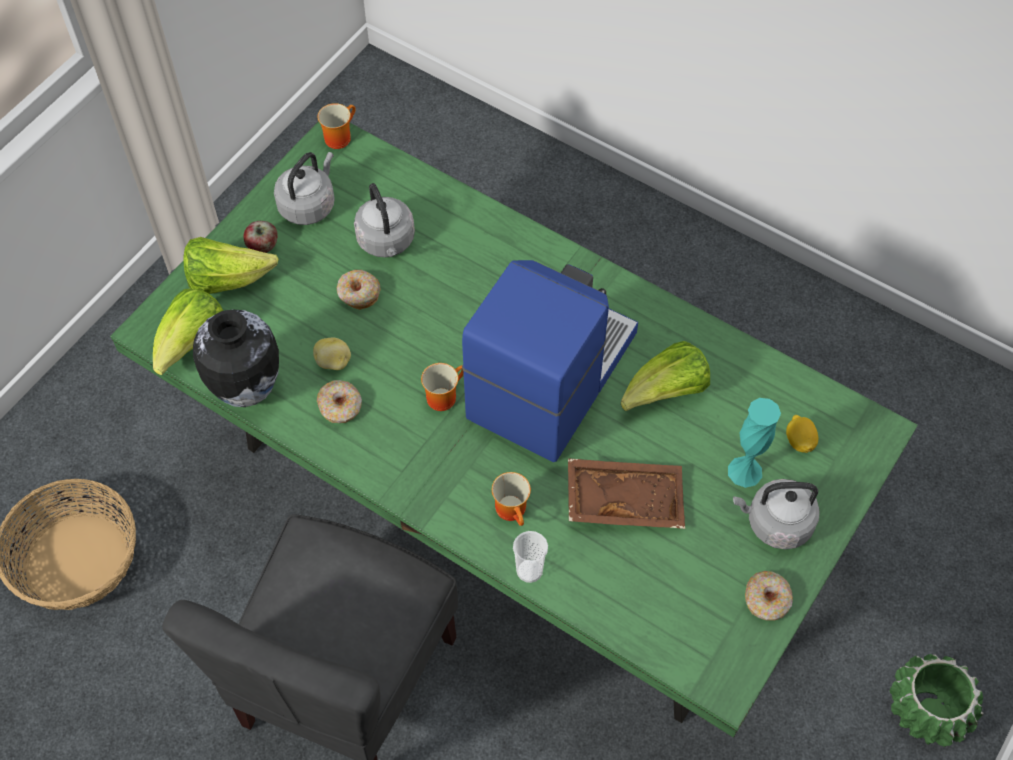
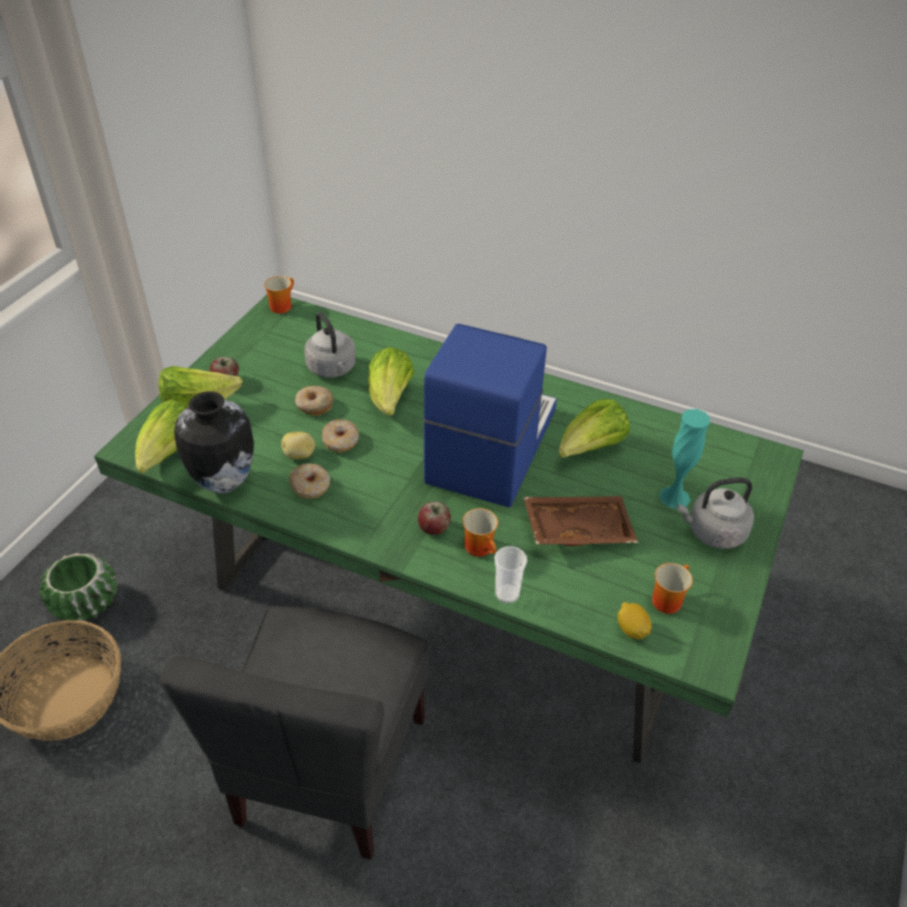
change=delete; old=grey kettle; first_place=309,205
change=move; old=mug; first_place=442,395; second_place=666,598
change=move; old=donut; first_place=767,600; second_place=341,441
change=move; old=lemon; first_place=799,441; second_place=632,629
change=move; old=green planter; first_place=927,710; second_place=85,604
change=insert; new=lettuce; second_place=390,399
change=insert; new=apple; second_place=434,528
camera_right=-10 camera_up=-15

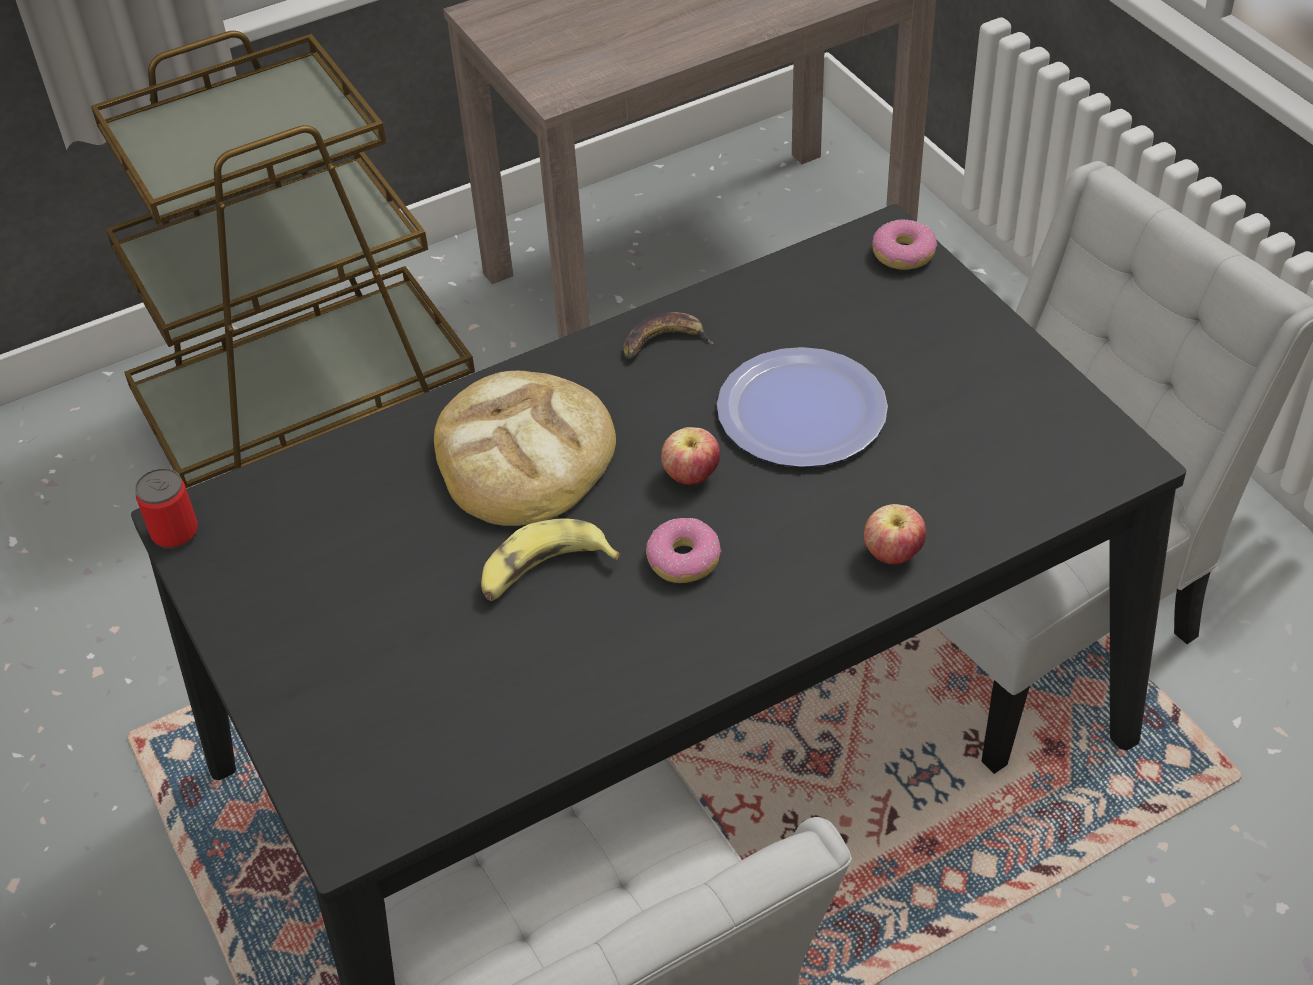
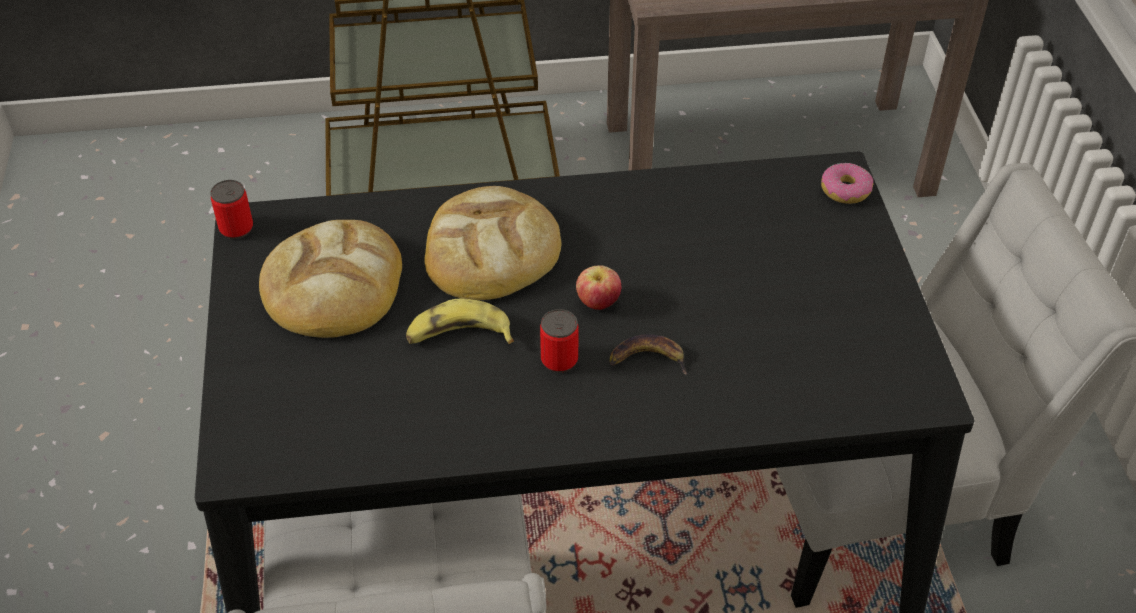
change=move; old=banana; first_place=663,342; second_place=647,359
change=replace; old=donut; new=can; first_place=683,559; second_place=559,360
change=delete; old=plate; first_place=801,411
change=delete; old=apple; first_place=893,554
change=insert; new=bread; second_place=333,285
camera_right=20 camera_up=0

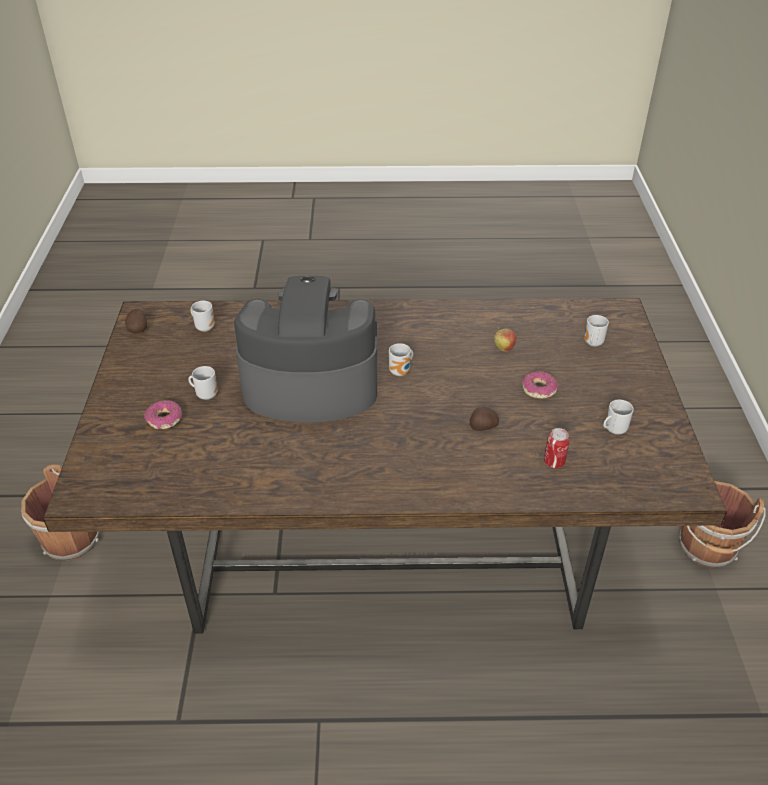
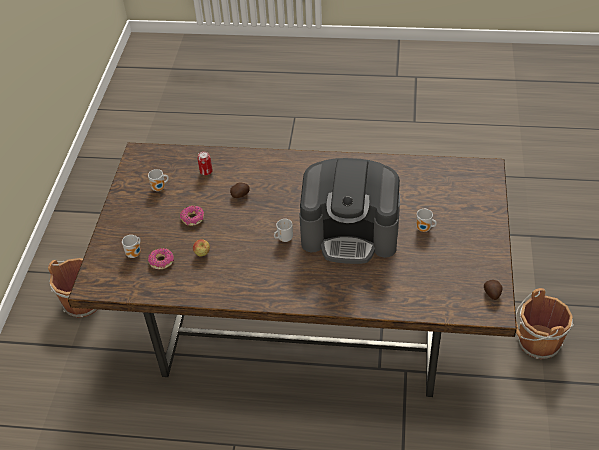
change=move; old=donut; first_place=164,420; second_place=161,261
change=delete; old=mug; first_place=204,327
camera_right=-170 camera_up=5

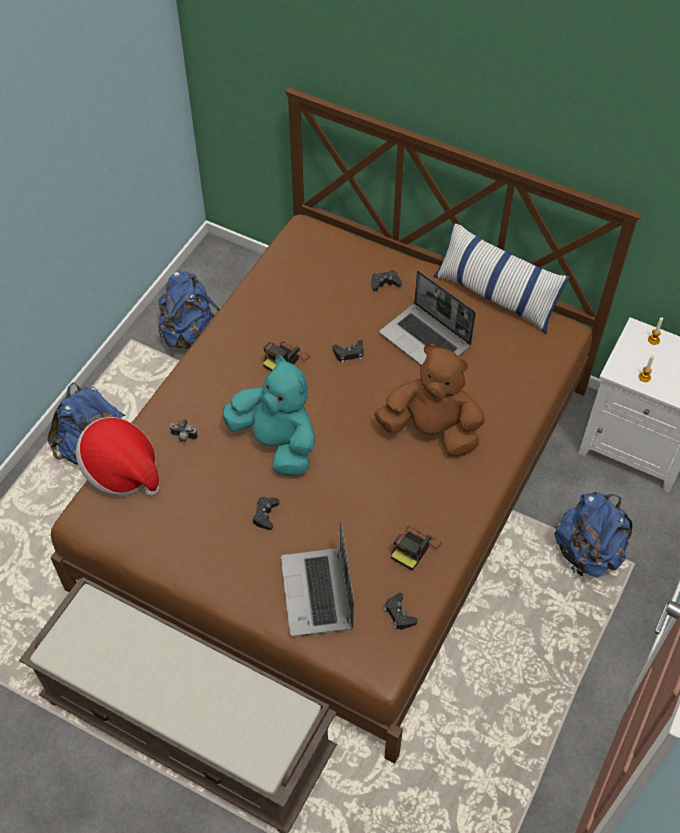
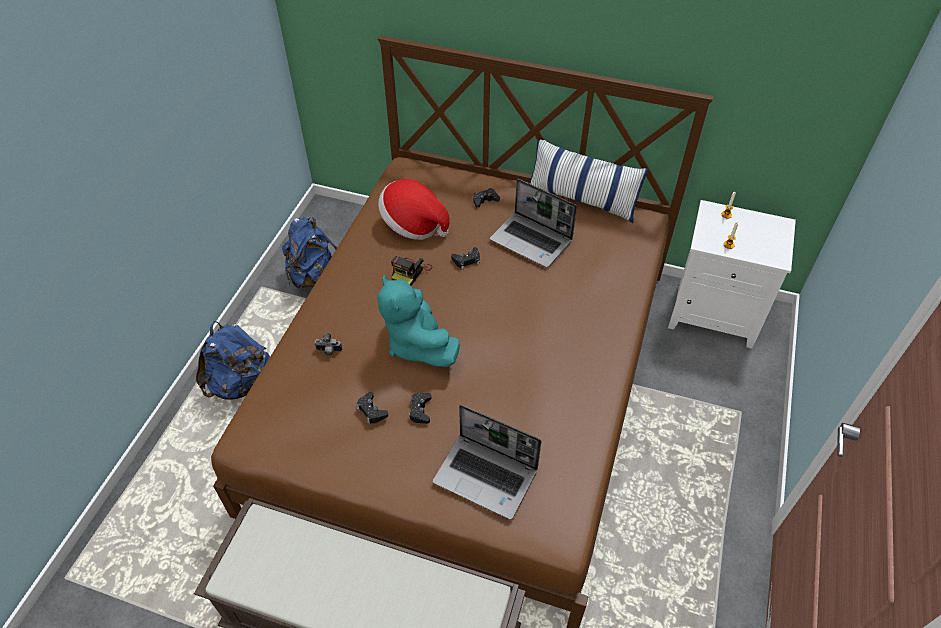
change=move; old=hat; first_place=122,470; second_place=413,224
change=rotate; old=turquoise plush toy; first_place=276,442; second_place=417,344; degrees=-150
change=rotate; old=laptop; first_place=318,594; second_place=487,476; degrees=-45
change=delete; old=brown plush toy; first_place=431,430
change=move; old=black game controller; first_place=399,614; second_place=371,411
change=delete; old=photo camera; first_place=414,548
change=delete; old=blue backpack; first_place=587,552
camera_right=-10 camera_up=-5

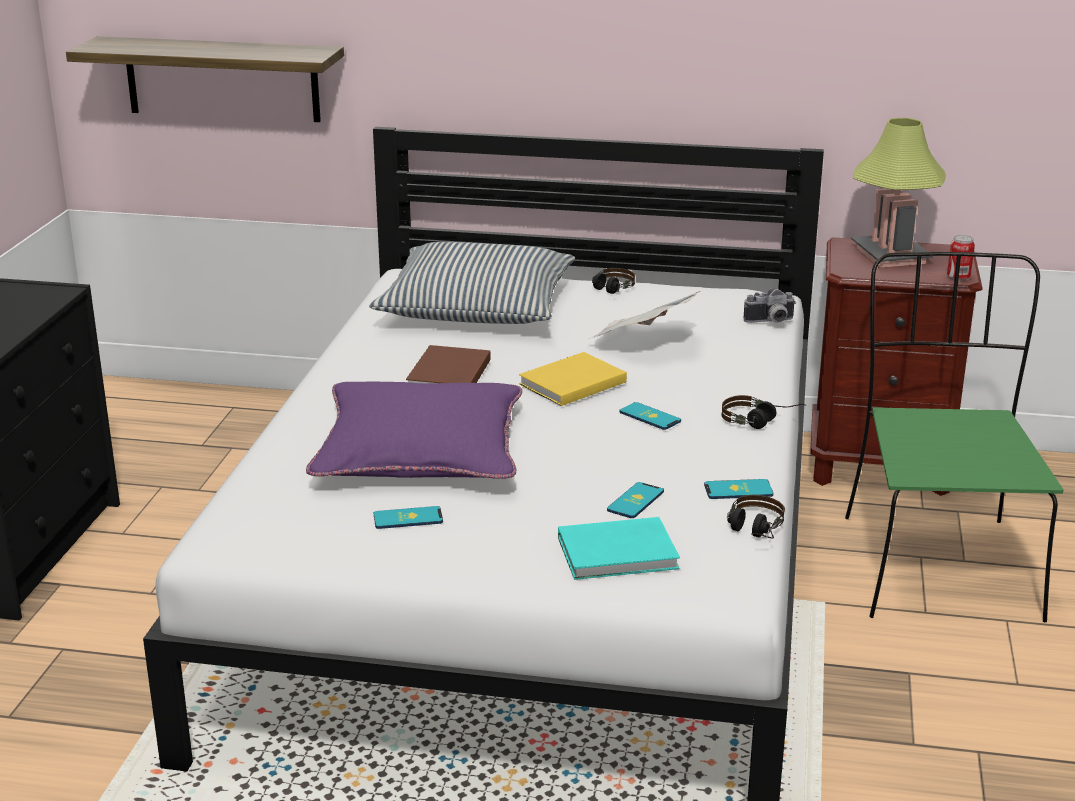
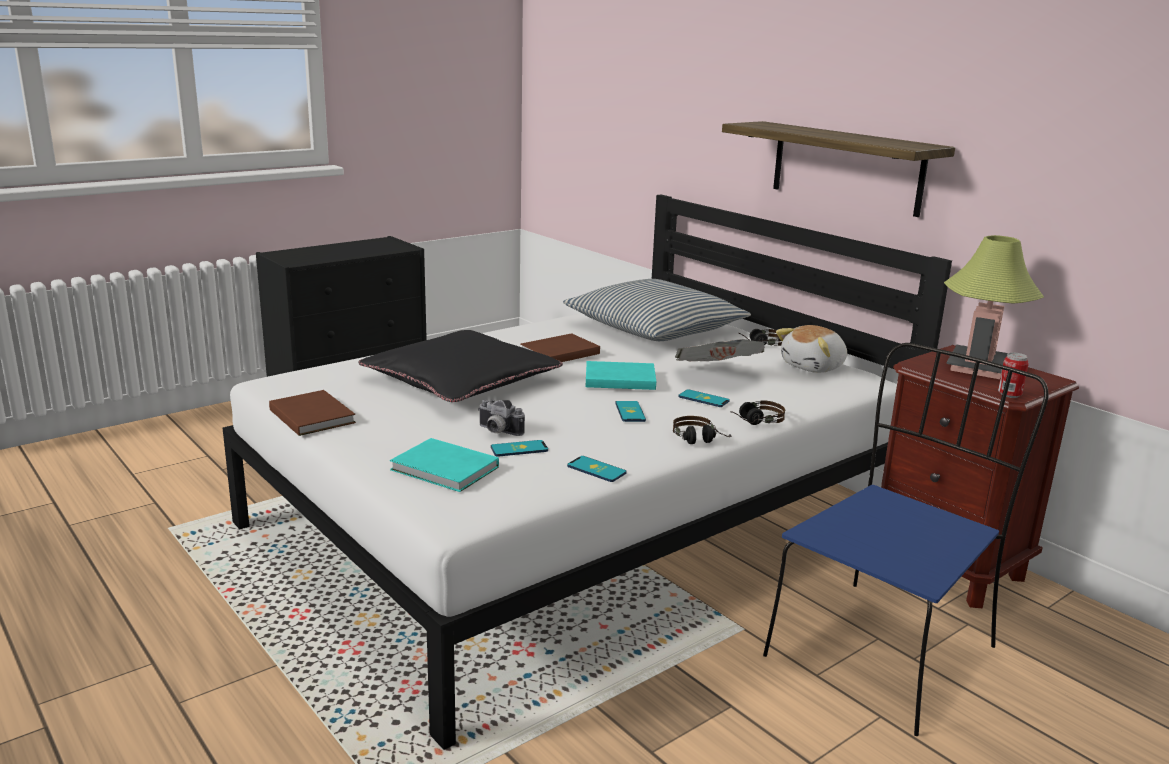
change=move; old=shelf; first_place=222,79; second_place=846,167
change=recolor; old=purple pillow; new=black pillow; first_place=420,450; second_place=461,380
change=move; old=phone; first_place=408,518; second_place=703,399
change=recolor; old=yellow book; new=turquoise book; first_place=569,383; second_place=618,378
change=move; old=headphones; first_place=752,532; second_place=753,422
change=move; old=photo camera; first_place=770,322; second_place=497,431
change=recolor; old=green chair; new=blue chair; first_place=937,564; second_place=883,649
change=insert; new=brown book; second_place=312,415
change=insert; new=plush toy; second_place=814,367
camera_right=40 camera_up=-5

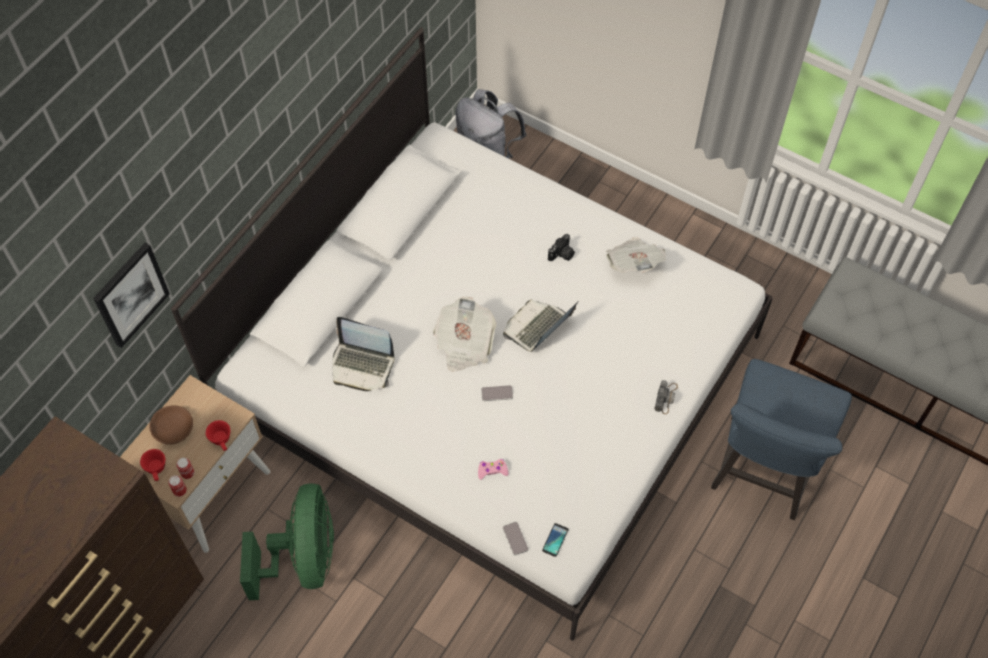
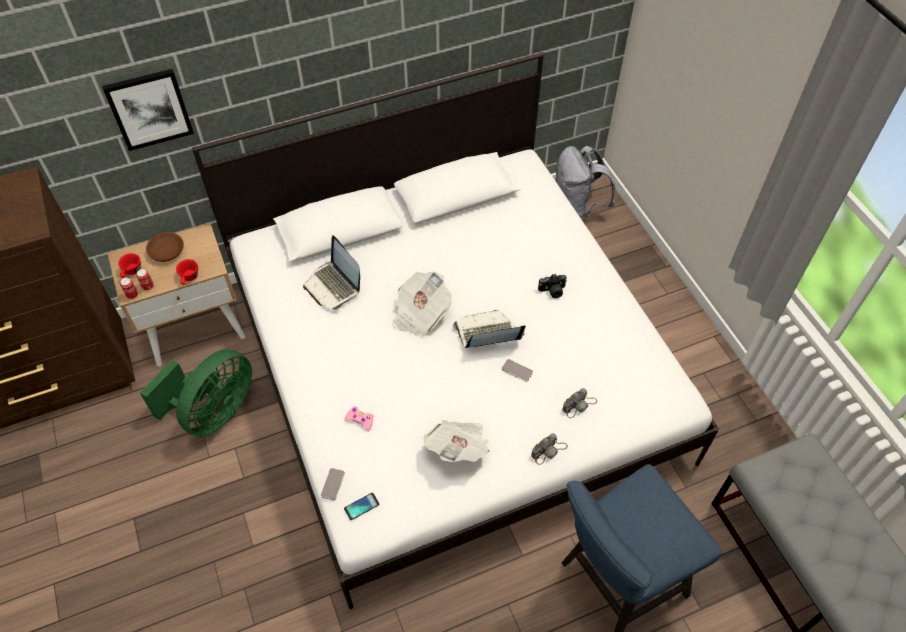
change=move; old=phone; first_place=497,393; second_place=517,370
change=move; old=newspaper; first_place=634,264; second_place=459,448
change=insert; new=photo camera; second_place=579,405
camera_right=35 camera_up=-5

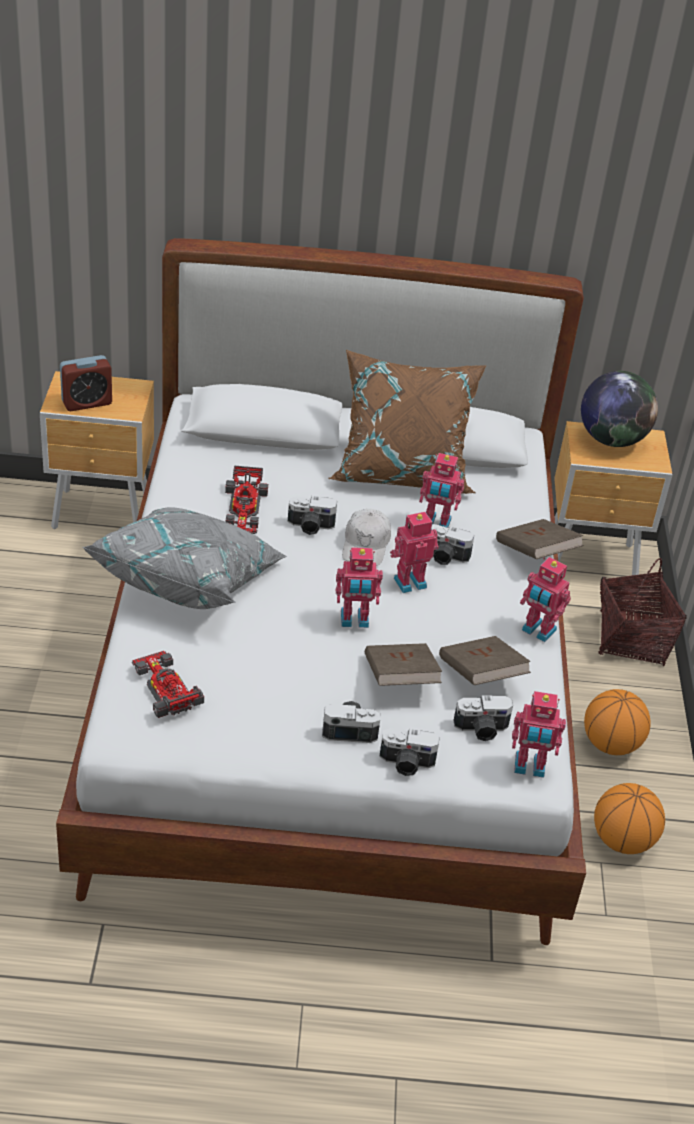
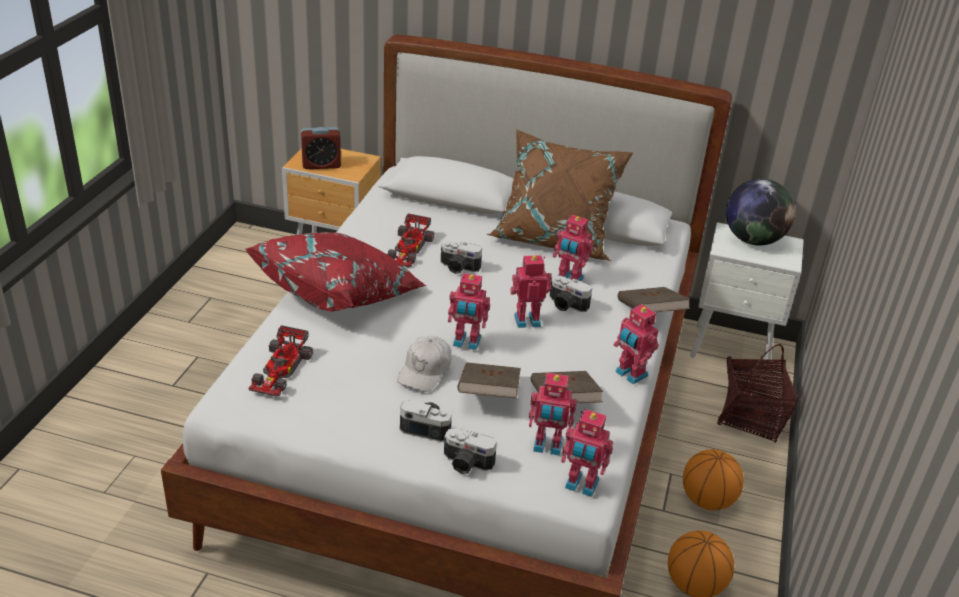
change=recolor; old=grey pillow; new=red pillow; first_place=189,580; second_place=339,293
change=rotate; old=toy car; first_place=165,687; second_place=280,369; degrees=-150
change=move; old=white cap; first_place=366,545; second_place=425,371
change=replace; old=photo camera; new=toy robot; first_place=481,729; second_place=547,447
change=recolor; old=brown nightstand; new=white nightstand; first_place=593,562; second_place=733,351
camera_right=15 camera_up=-5

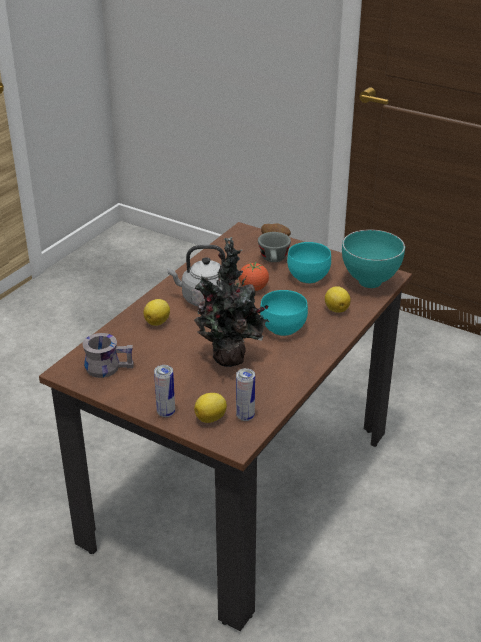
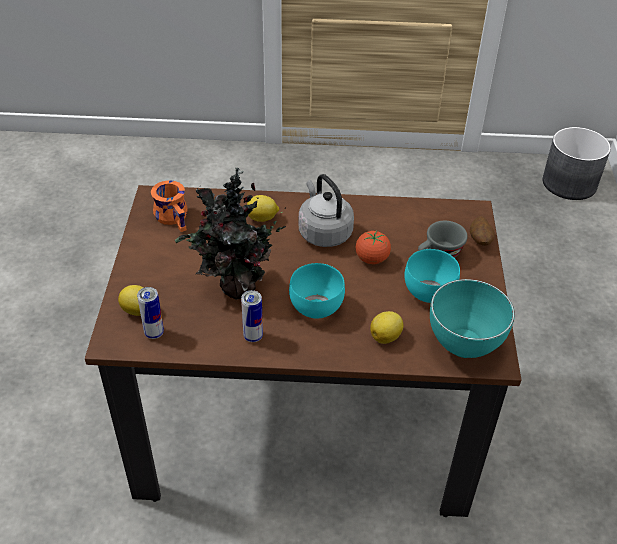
change=recolor; old=grey mug; new=orange mug; first_place=108,366; second_place=175,216
change=move; old=can; first_place=166,412; second_place=253,336
change=insert; new=grey planter; second_place=570,183
camera_right=60 camera_up=10

